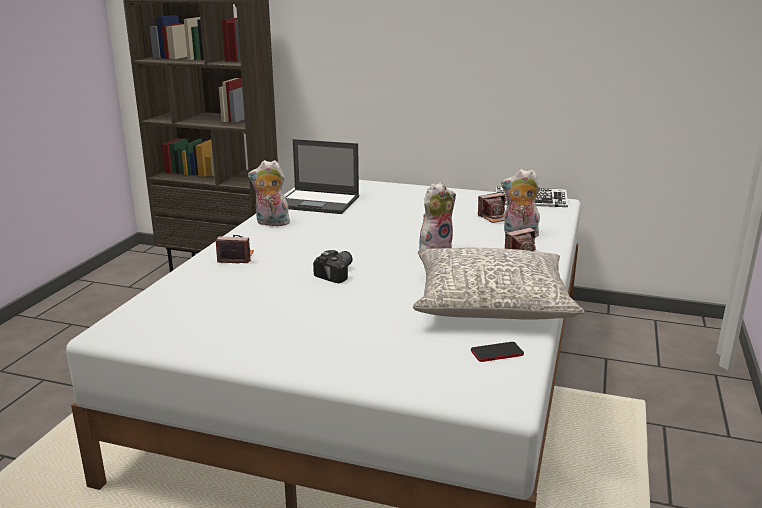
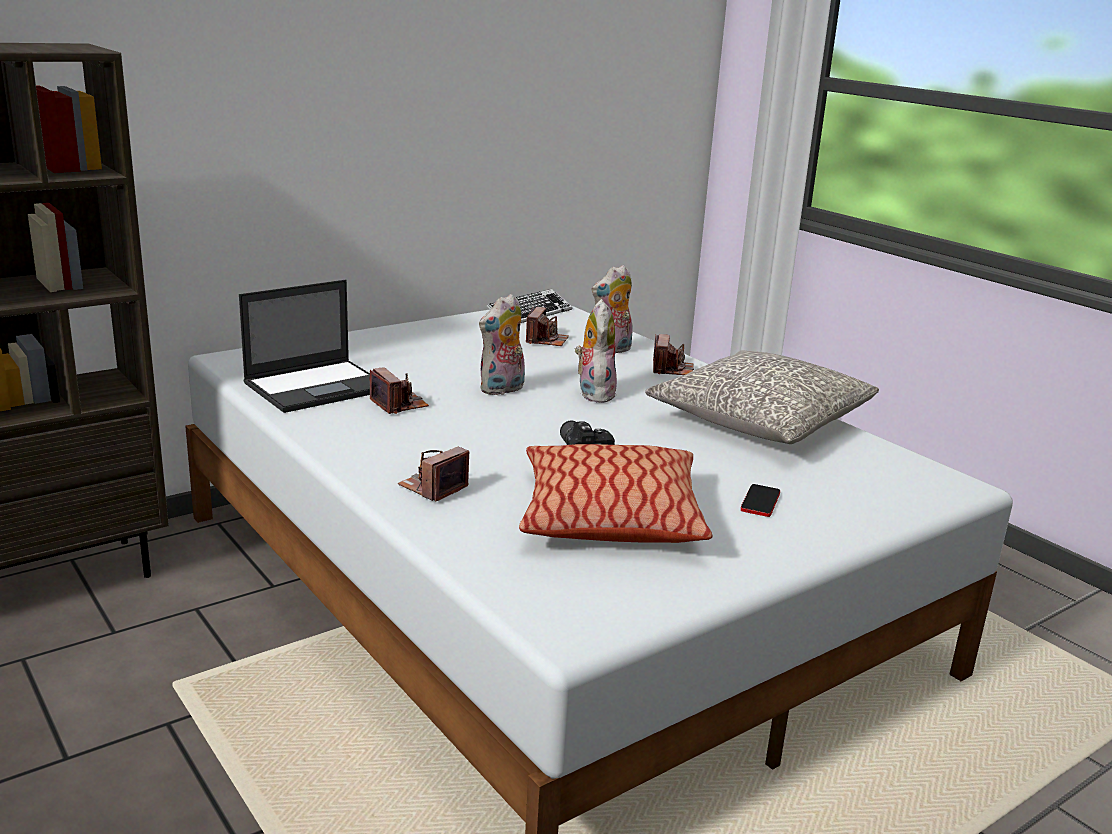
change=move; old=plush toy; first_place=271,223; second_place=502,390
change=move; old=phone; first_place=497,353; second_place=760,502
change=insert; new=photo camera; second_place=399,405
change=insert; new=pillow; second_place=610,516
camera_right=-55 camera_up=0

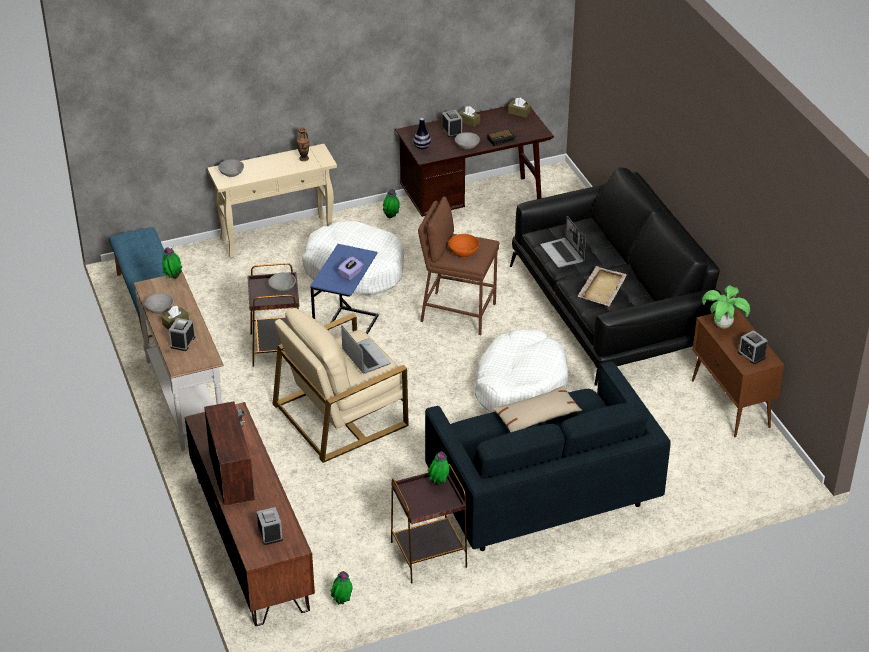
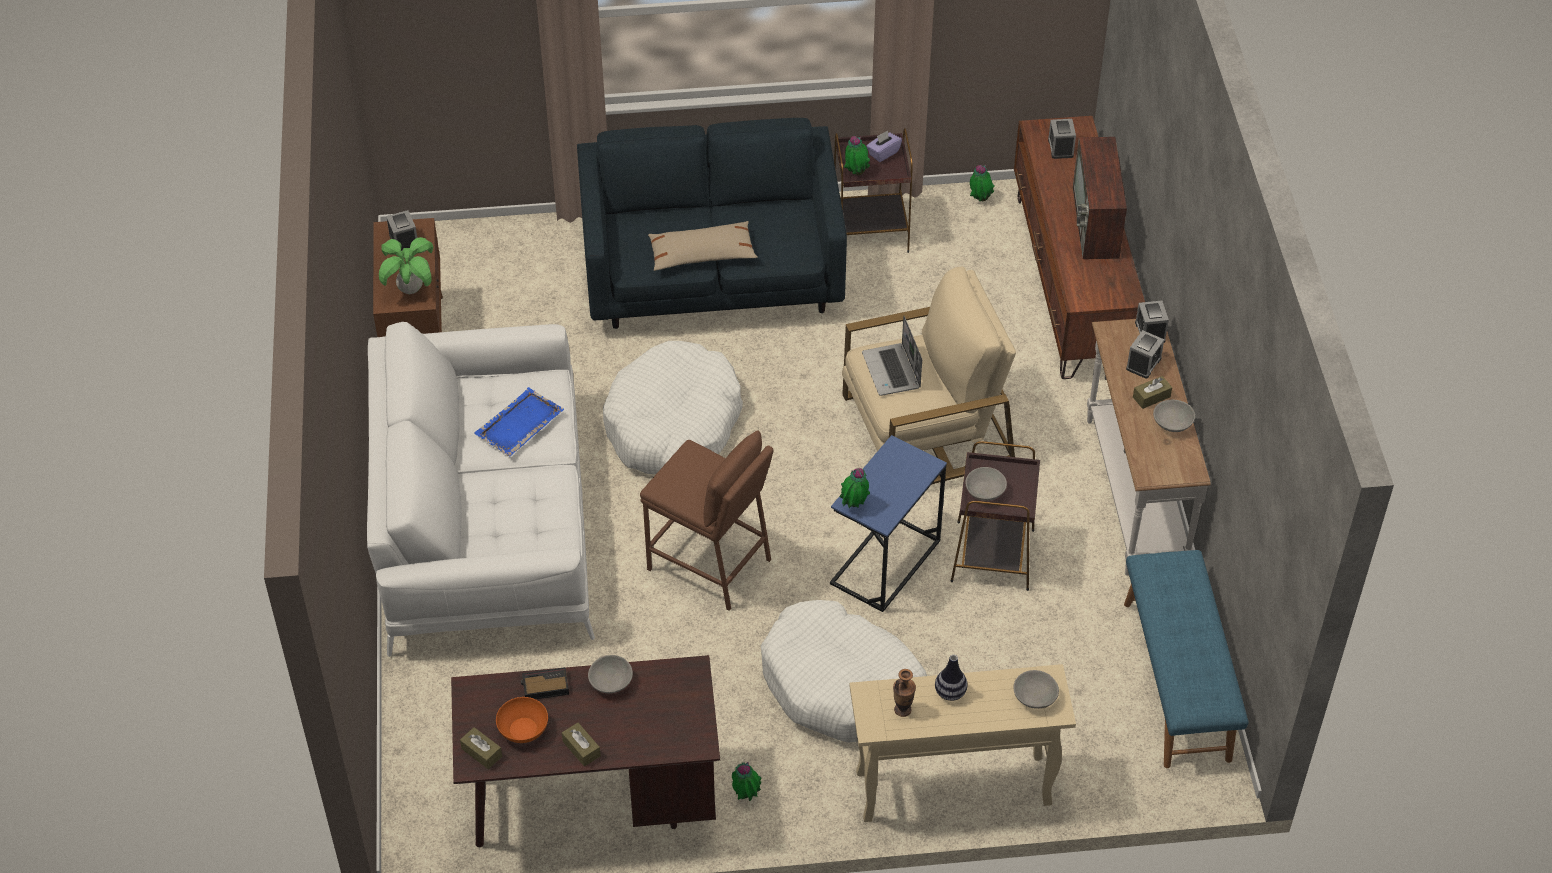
change=move; old=potted plant; first_place=173,277; second_place=854,506
change=move; old=purple tissue box; first_place=351,274; second_place=883,153
change=move; old=vase; first_place=422,147; second_place=950,692
change=move; old=alarm clock; first_place=451,131; second_place=1150,332
change=move; old=orange bowl; first_place=463,252; second_place=523,730
change=recolor; old=black sofa; new=white sofa; first_place=610,310; second_place=486,521
change=delete; old=laptop; first_place=563,254
change=recolor; old=beige tray; new=blue tray; first_place=602,287; second_place=518,424
camera_right=-165 camera_up=10

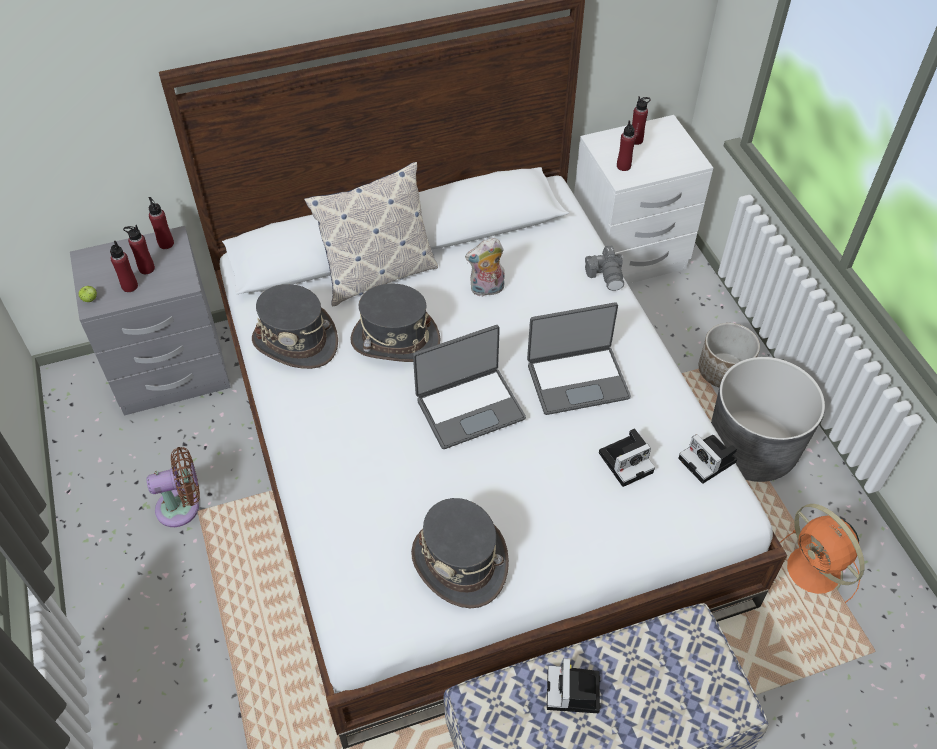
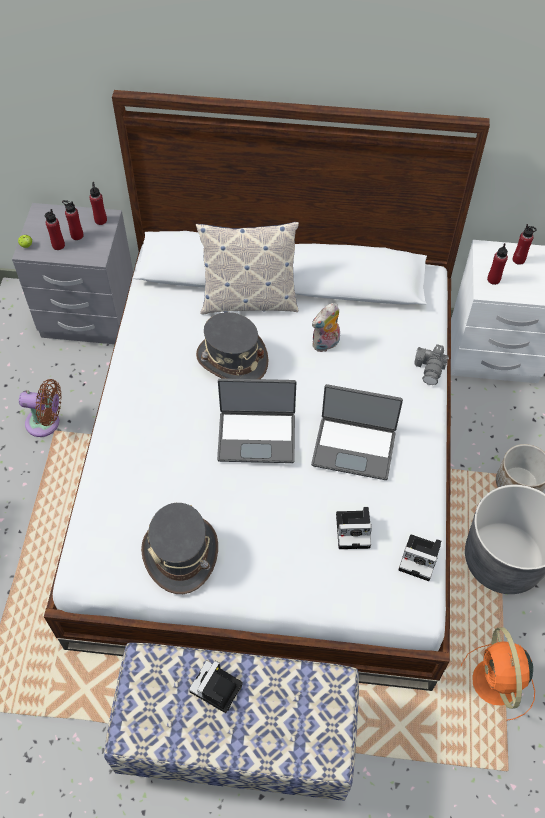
change=delete; old=grey hat; first_place=296,341
change=rotate; old=plush toy; first_place=486,290; second_place=326,345; degrees=-45
change=rotate; old=photo camera; first_place=709,461; second_place=421,558; degrees=-60
camera_right=25 camera_up=5

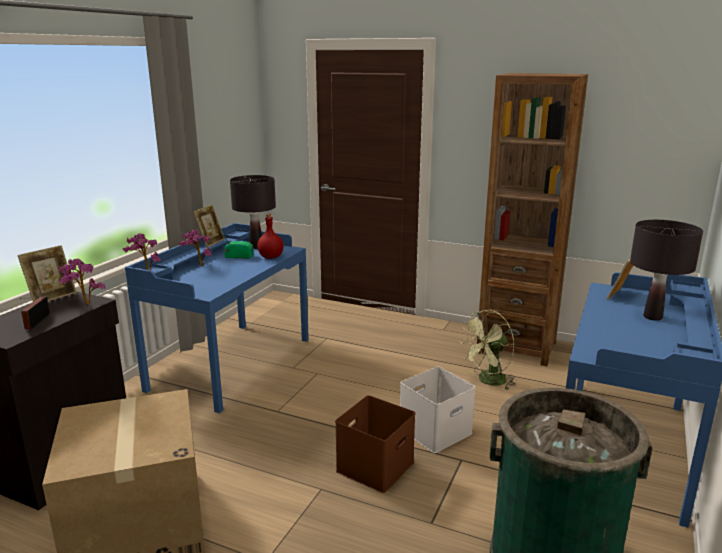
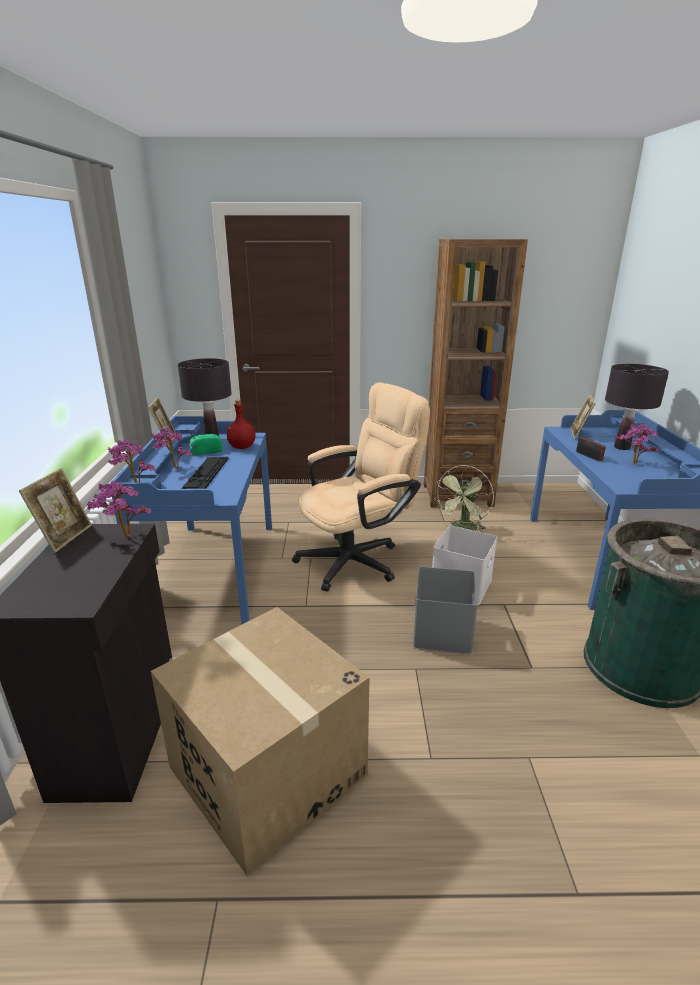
change=move; old=radio; first_place=36,322; second_place=590,457
change=recolor; old=brown storage box; new=grey storage box; first_place=374,465; second_place=441,631
change=insert; new=keyboard; second_place=205,473
change=insert; new=beige office chair; second_place=358,559
change=insert; new=potted plant; second_place=632,464
camera_right=-25 camera_up=5

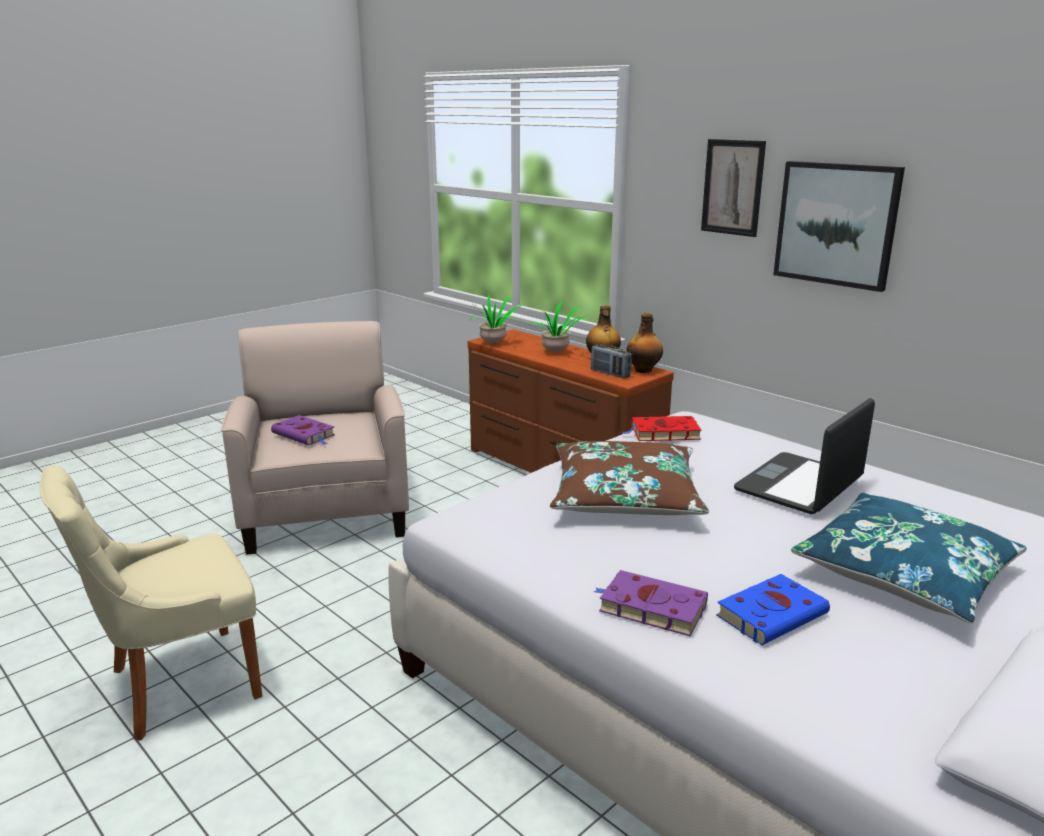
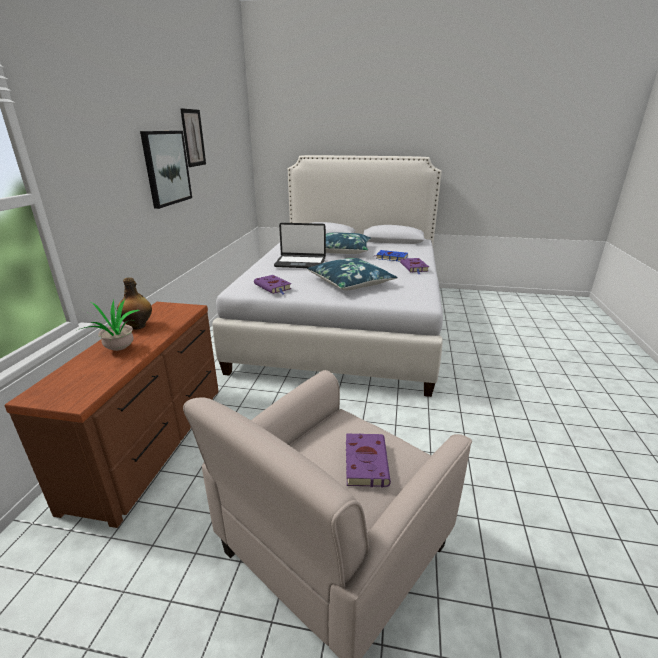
change=delete; old=beige chair; first_place=179,684
change=delete; old=potted plant; first_place=494,343
change=recolor; old=brown pillow; new=blue pillow; first_place=625,496; second_place=350,283
change=delete; old=radio; first_place=610,373
change=recolor; old=red book; new=purple book; first_place=663,433; second_place=273,287
change=delete; old=bottle; first_place=644,370
change=move; old=picture; first_place=732,187; second_place=193,138
camera_right=-125 camera_up=5

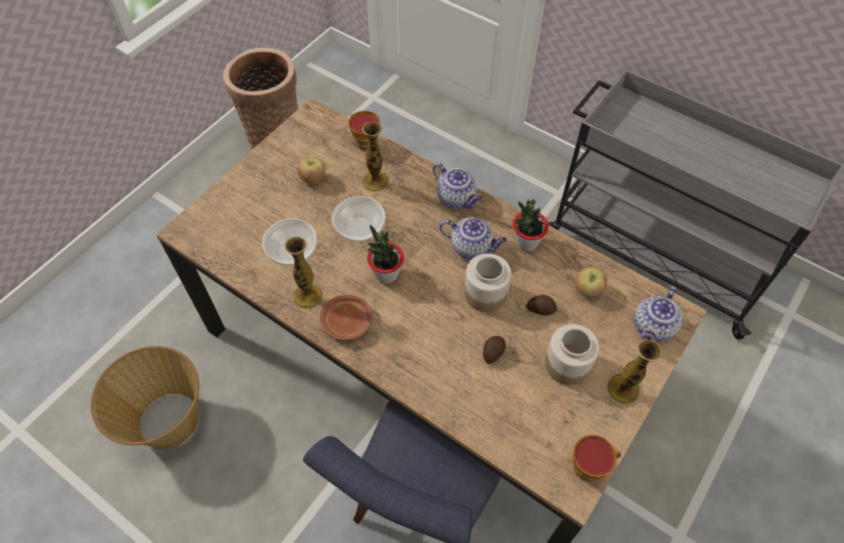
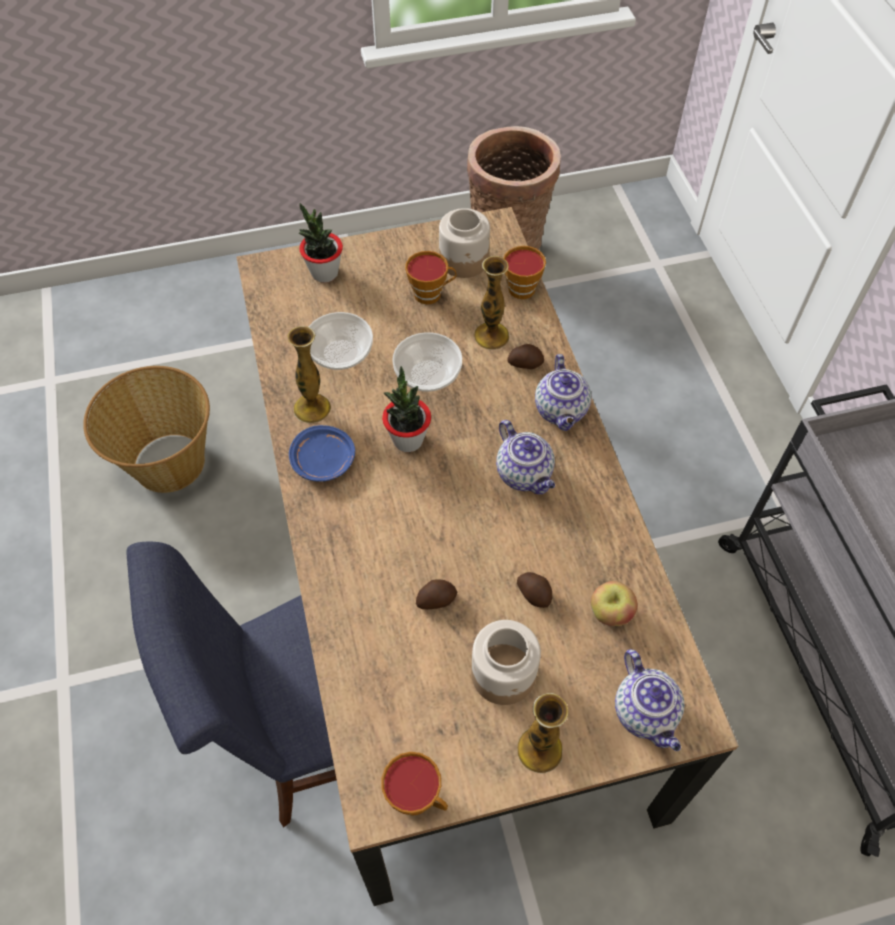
change=replace; old=apple; new=cup; first_place=313,178; second_place=431,293
change=recolor; old=brown plate; new=blue plate; first_place=347,322; second_place=323,461
change=move; old=jar; first_place=486,293; second_place=464,260
change=move; old=potted plant; first_place=526,242; second_place=324,273
change=rotate; old=teapot; first_place=653,328; second_place=646,713; degrees=-90
change=insert; new=potato; second_place=525,363
camera_right=40 camera_up=0

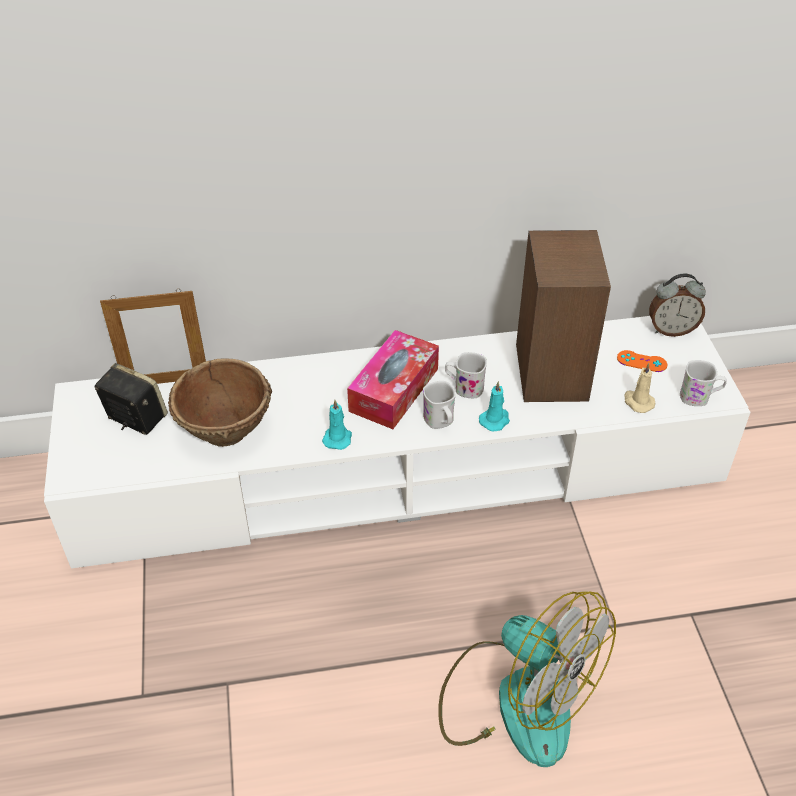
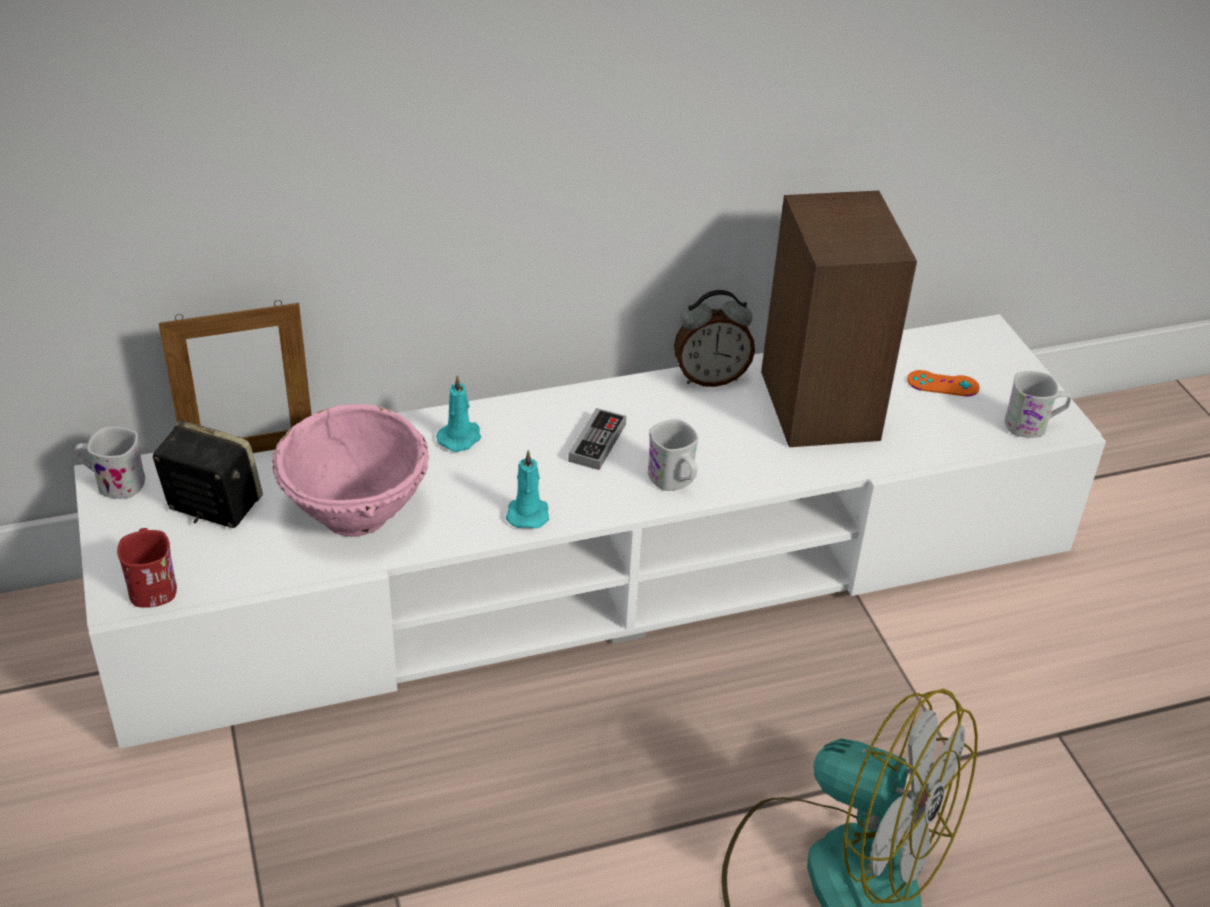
change=recolor; old=brown bowl; new=pink bowl; first_place=226,431; second_place=357,514
change=replace; old=tissue box; new=game controller; first_place=394,390; second_place=597,442
change=move; old=white mug; first_place=464,387; second_place=113,483
change=move; old=turquoise candle; first_place=495,420; second_place=460,437
change=delete; old=beige candle; first_place=638,402
change=move; old=alarm clock; first_place=671,330; second_place=710,378
change=insert; new=red mug; second_place=152,584
camera_right=-10 camera_up=-5

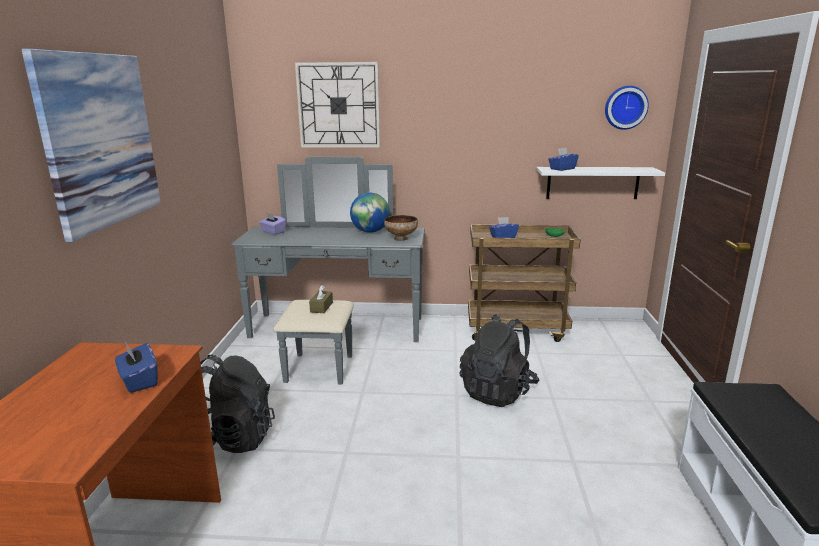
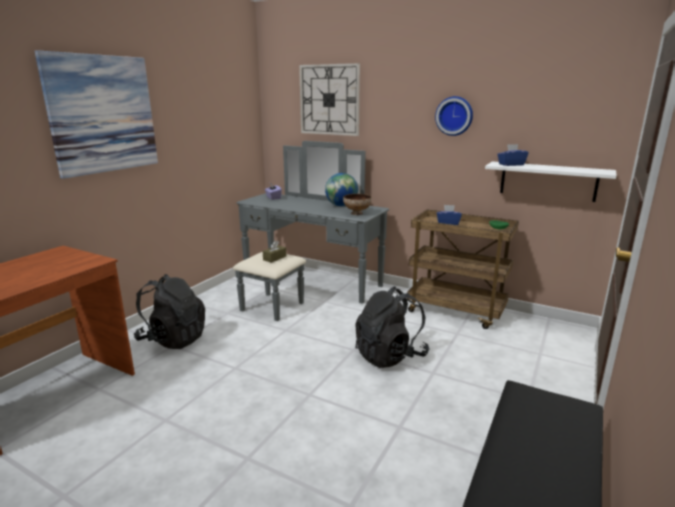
change=delete; old=blue tissue box; first_place=139,381
change=move; old=wall clock; first_place=625,107; second_place=454,116
camera_right=25 camera_up=0

